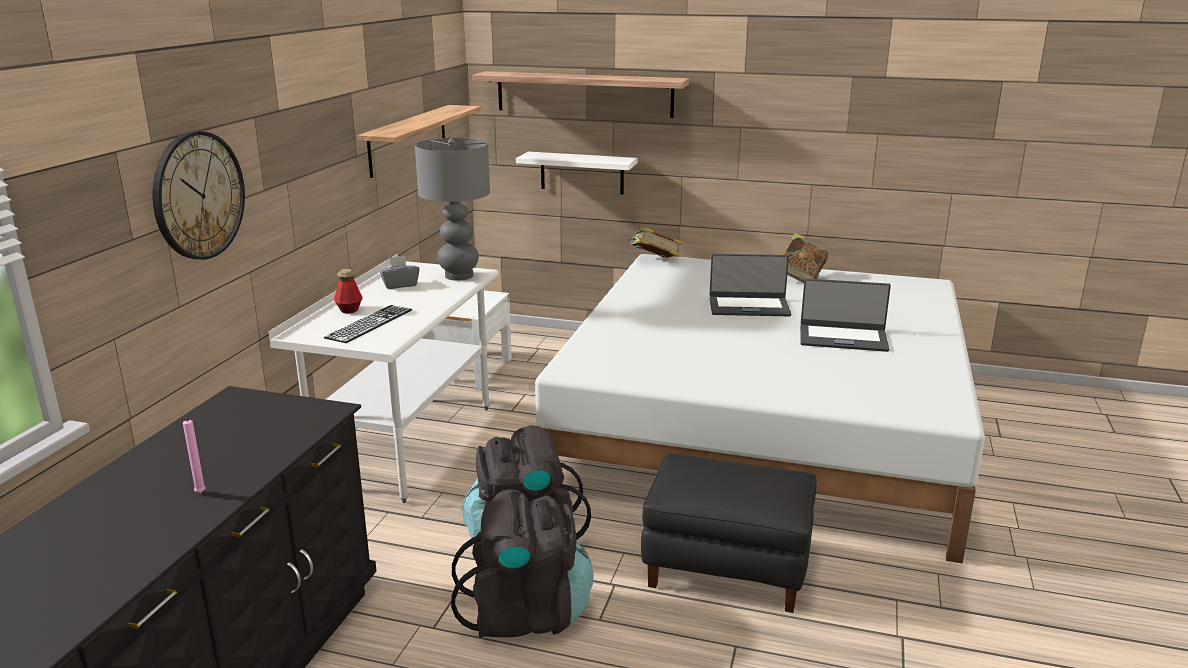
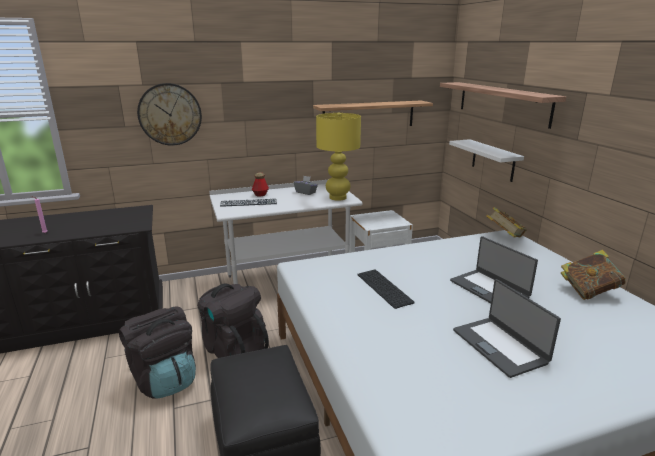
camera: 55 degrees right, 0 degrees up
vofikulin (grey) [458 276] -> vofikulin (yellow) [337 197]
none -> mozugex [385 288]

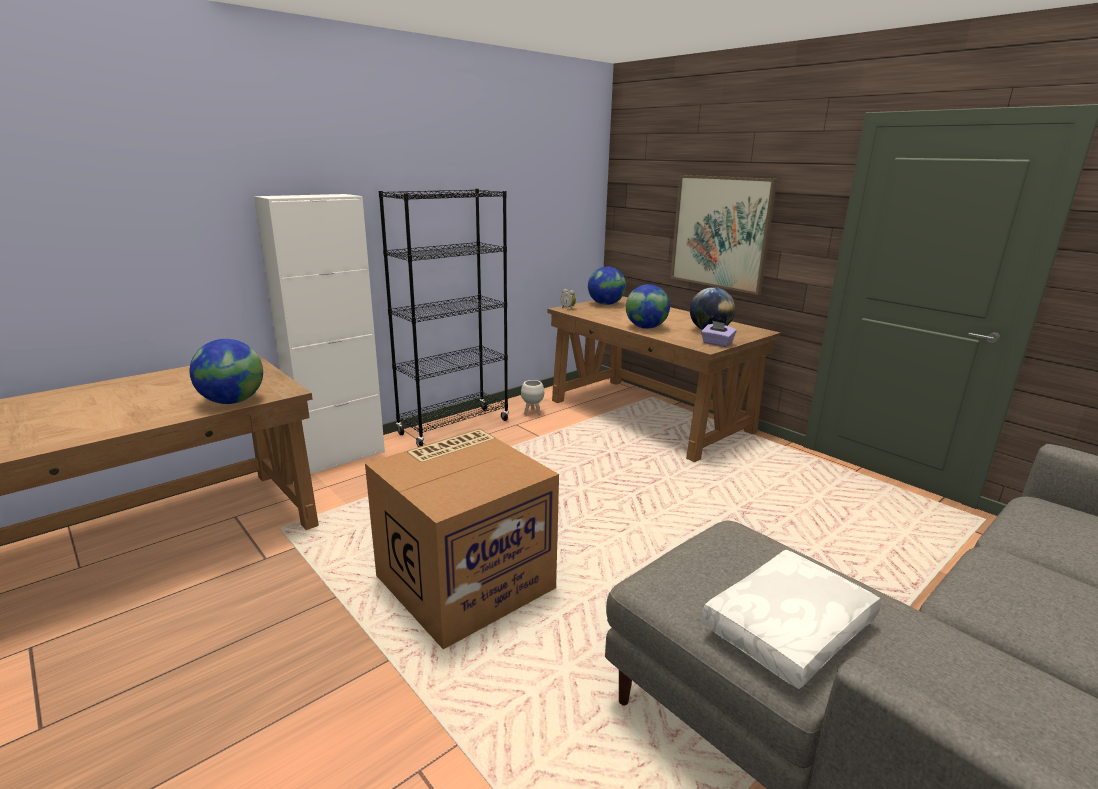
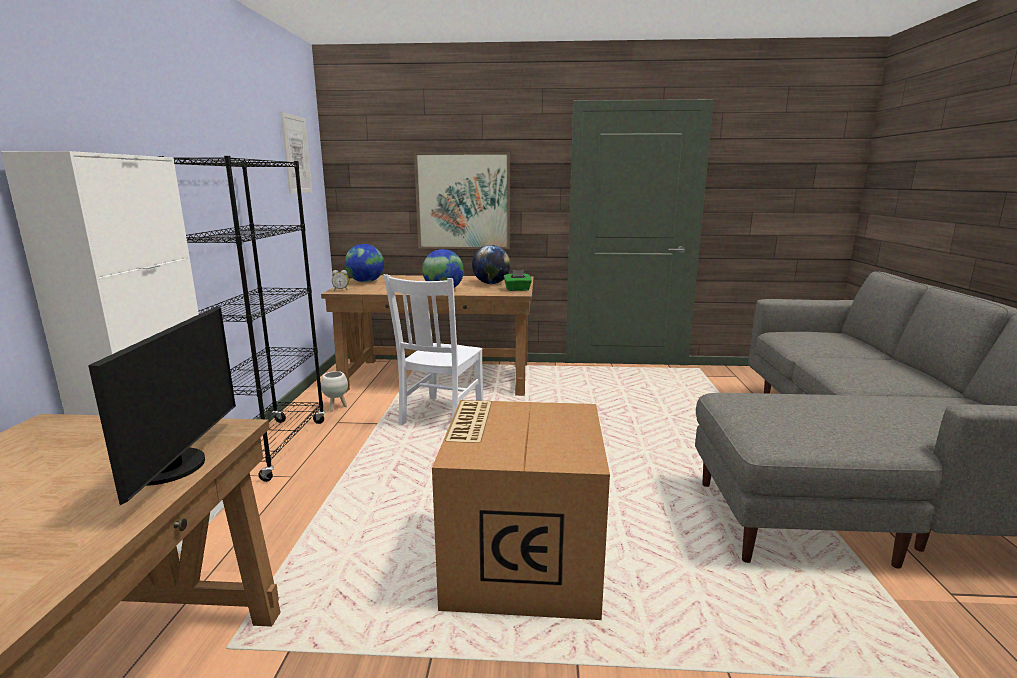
camera: 45 degrees left, 5 degrees down
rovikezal [232 401] -> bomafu [175 466]
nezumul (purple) [716 344] -> nezumul (green) [517 289]
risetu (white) [789 630] -> none
none -> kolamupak [296 154]
none -> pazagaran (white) [441 415]

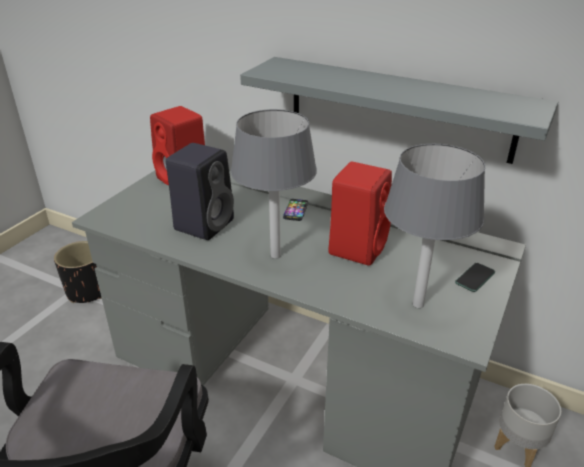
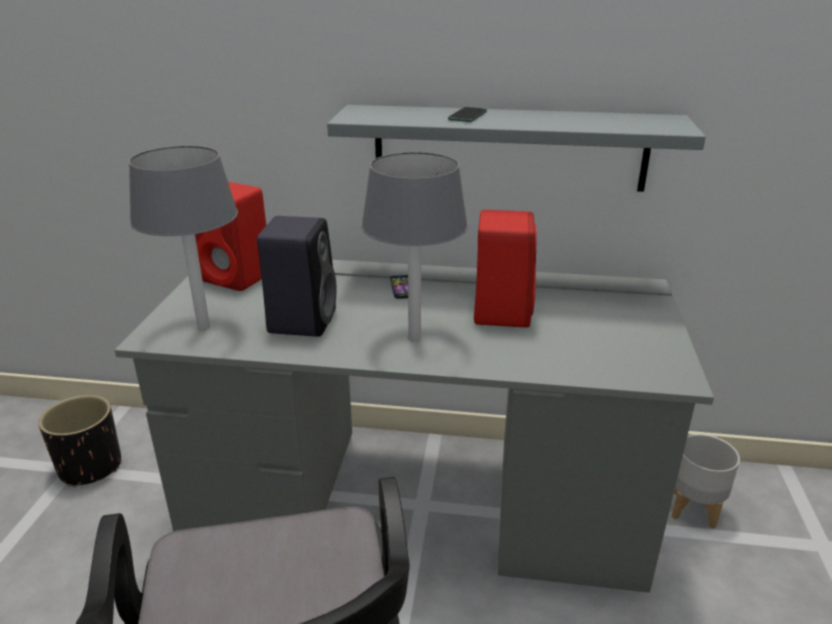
camera: 20 degrees left, 5 degrees down
vofikulin (grey) [417 304] -> vofikulin (grey) [203 327], move
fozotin [475 278] -> fozotin [467 116], move

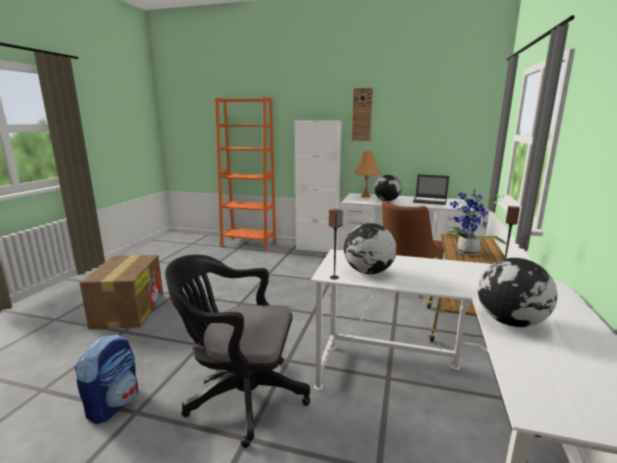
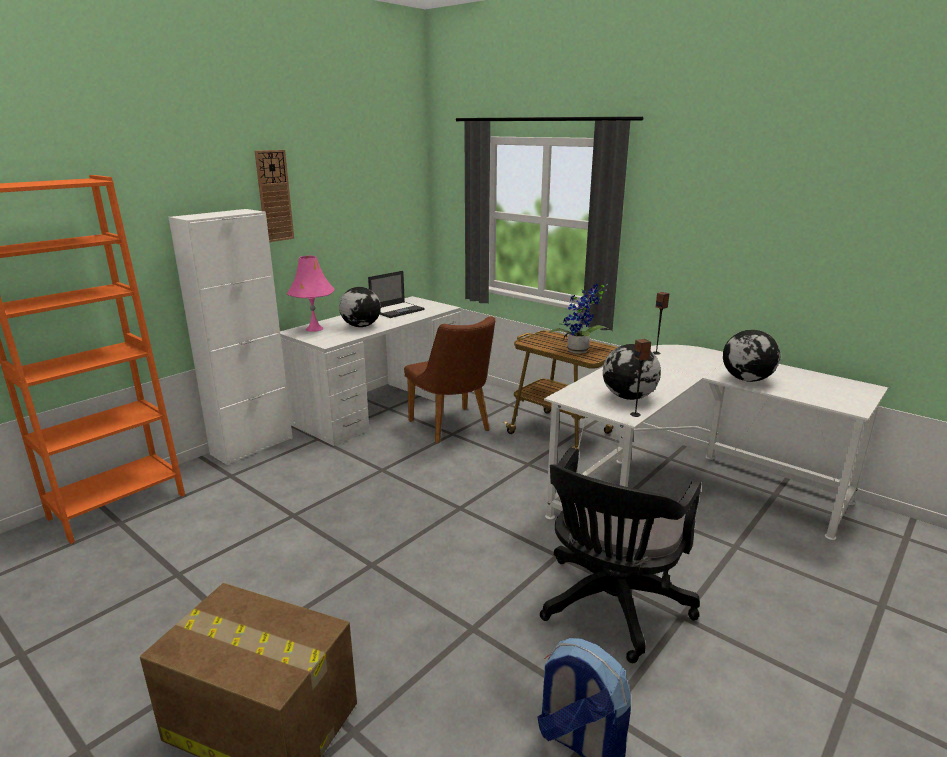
camera: 65 degrees left, 5 degrees up
vofikulin (orange) [365 196] -> vofikulin (pink) [314 329]

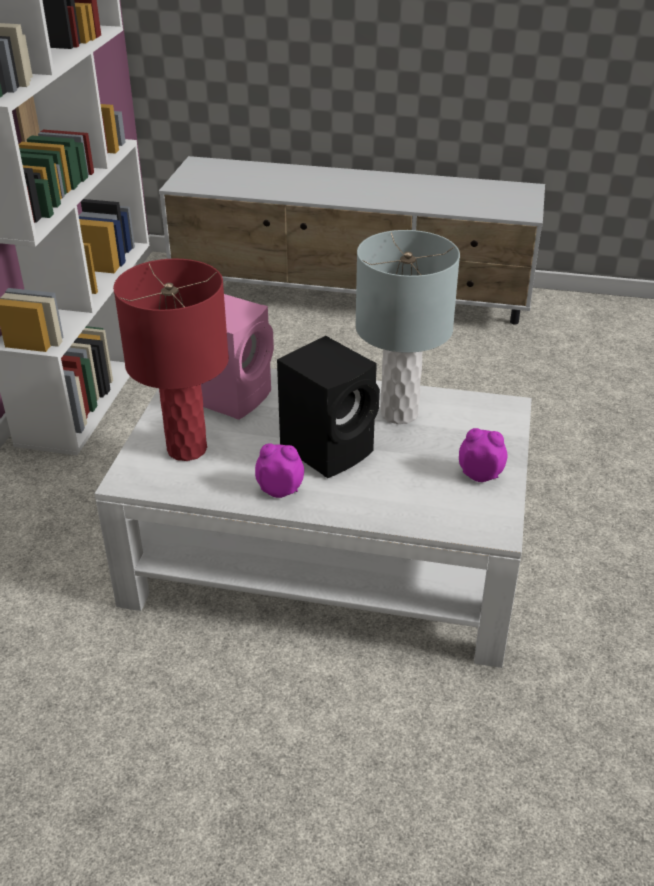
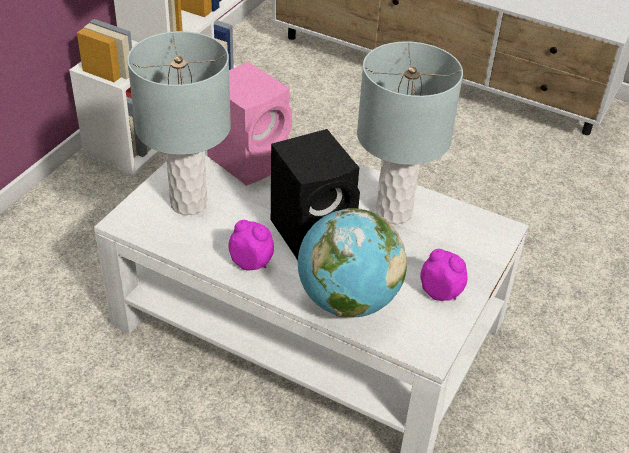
camera: 15 degrees right, 5 degrees up
vofikulin (red) [186 448] -> vofikulin (grey) [188 203]
none -> rovikezal [347 301]

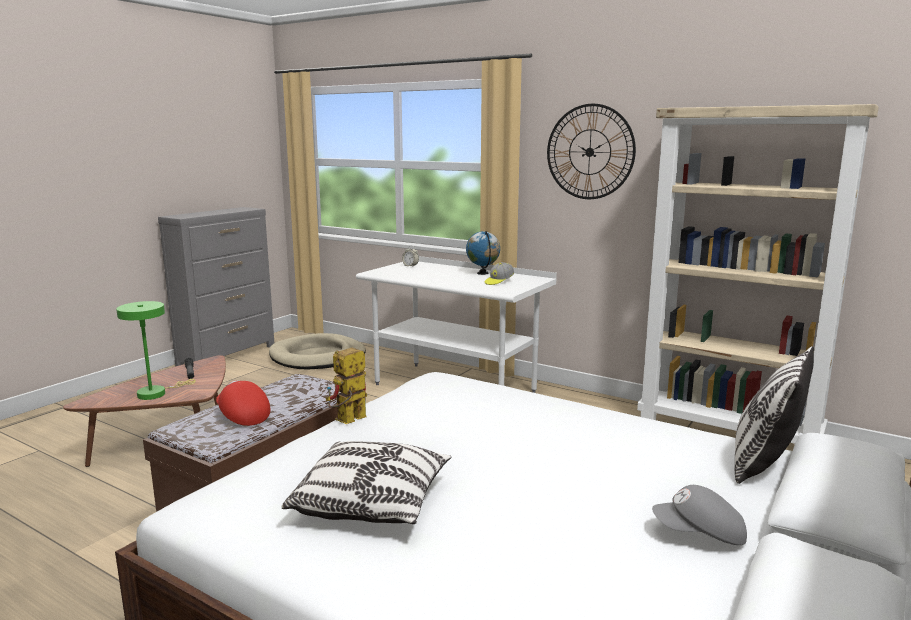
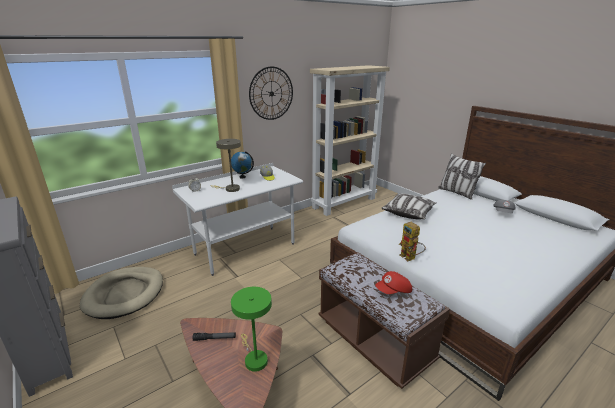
camera: 70 degrees left, 10 degrees up
risetu [372 503] -> risetu [408 212], move
none -> vofikulin (beige) [230 189]

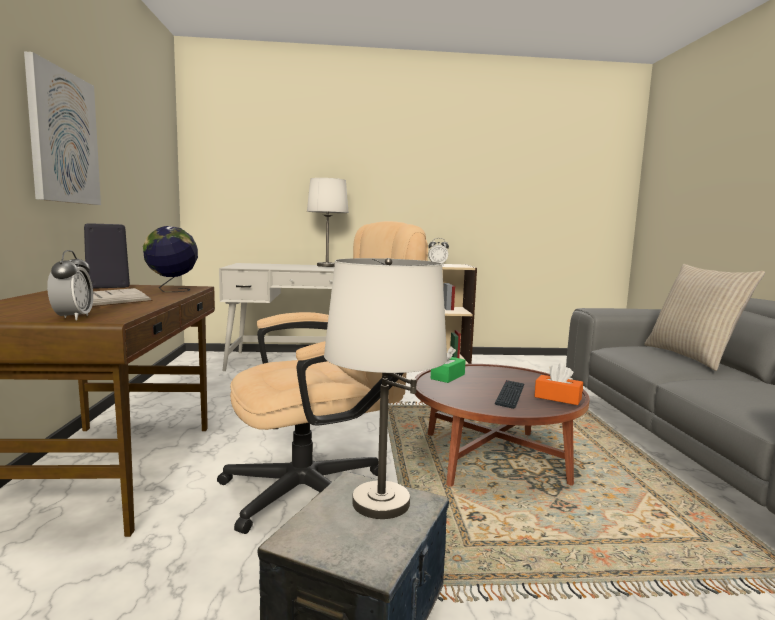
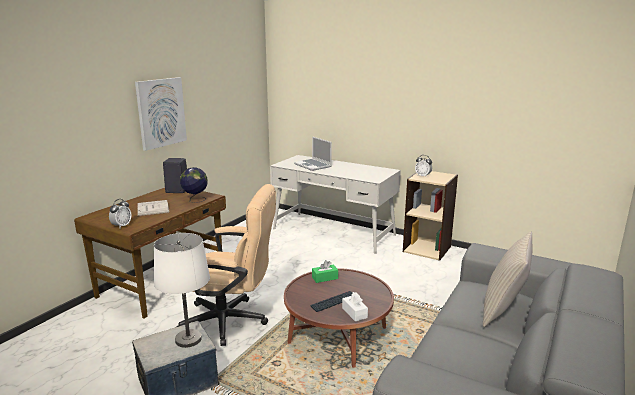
camera: 35 degrees right, 10 degrees up
vofikulin (white) [327 266] -> none
nezumul (orange) [557 398] -> nezumul (white) [354 313]
none -> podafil [313 165]

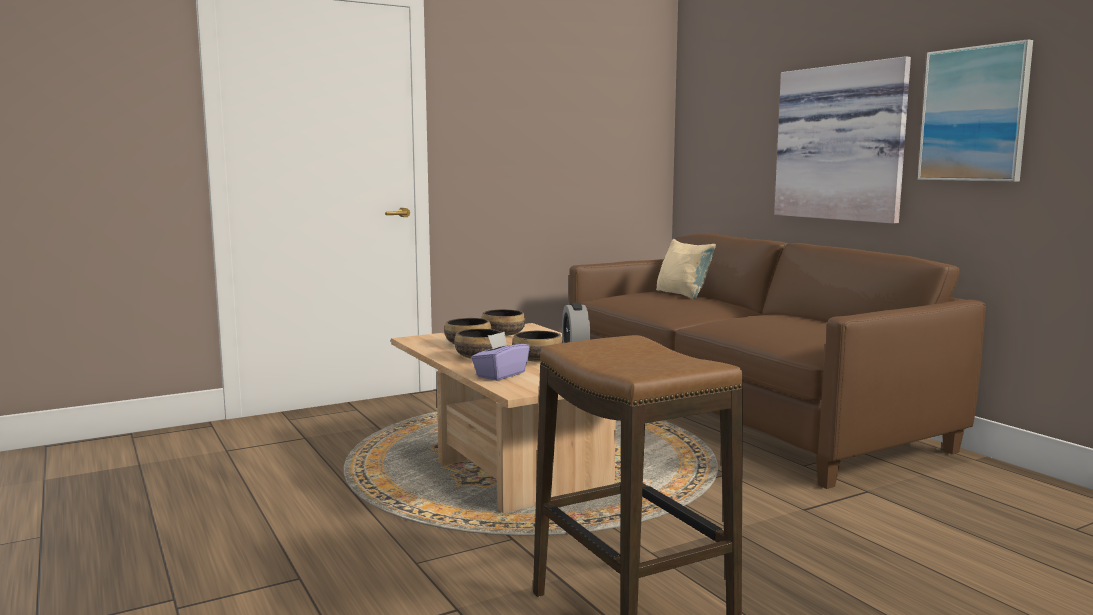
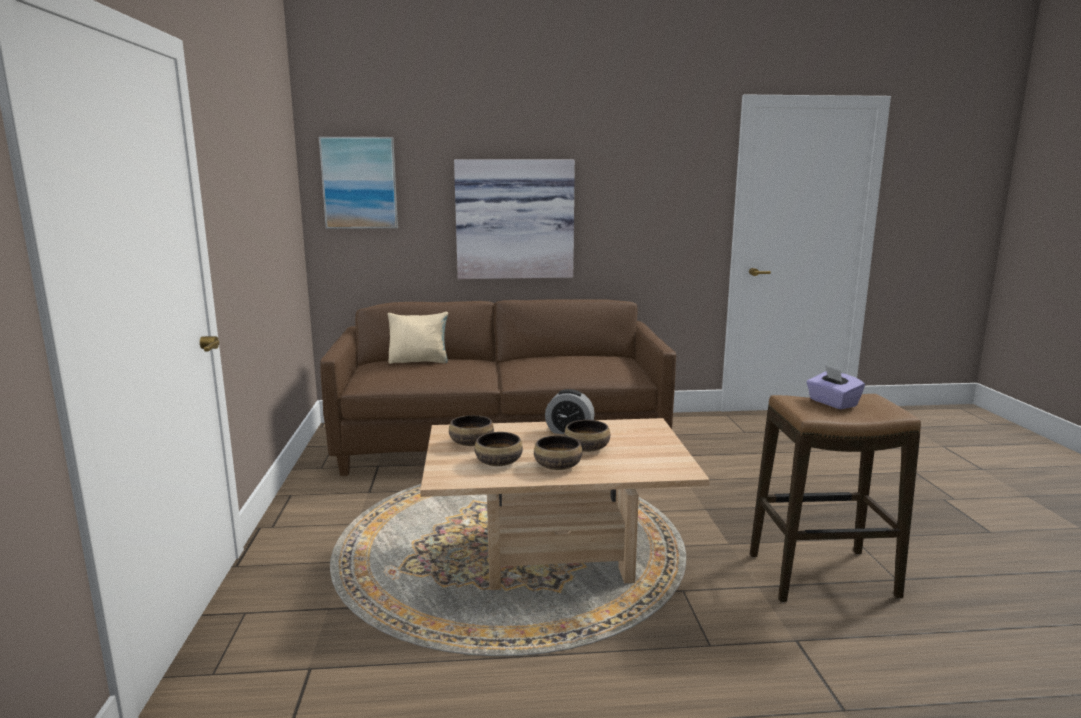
camera: 65 degrees left, 5 degrees up
nezumul (purple) [500 375] -> nezumul (purple) [832 403], move
kolamupak [974 114] -> kolamupak [359 183], move

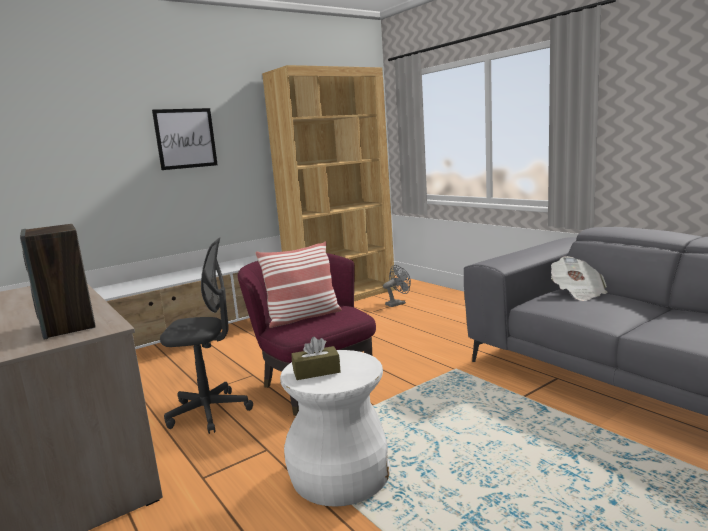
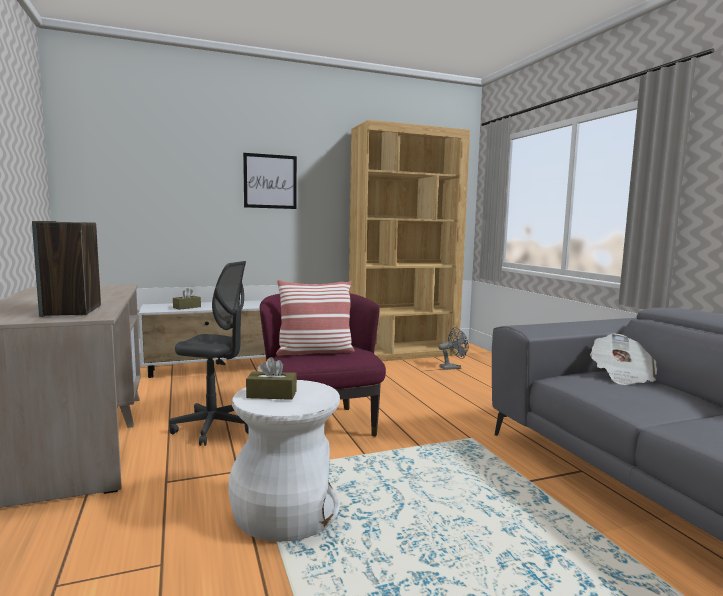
camera: 15 degrees right, 5 degrees down
none -> nezumul (brown) [187 307]

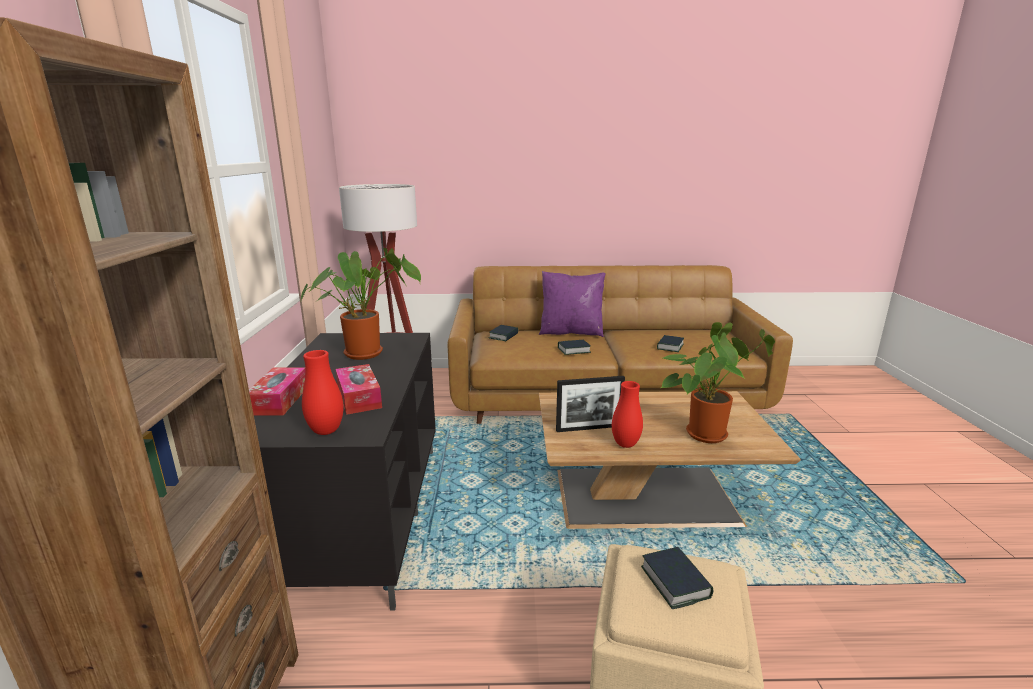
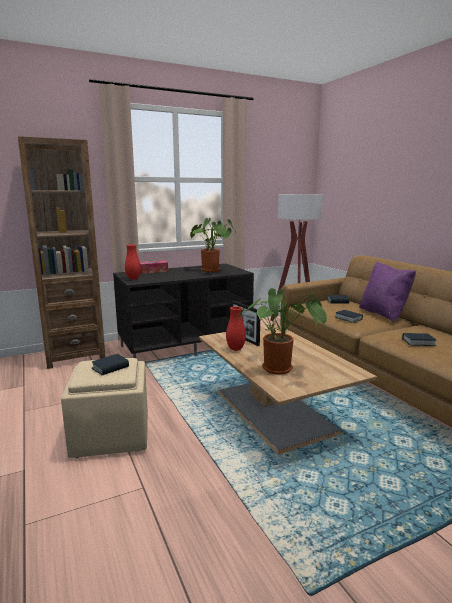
camera: 65 degrees right, 5 degrees down
nezumul [359 397] -> none

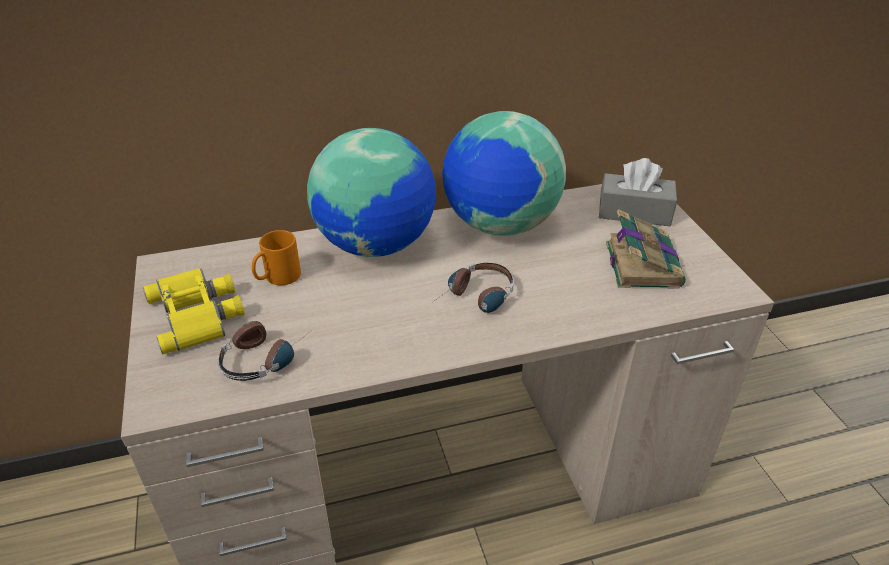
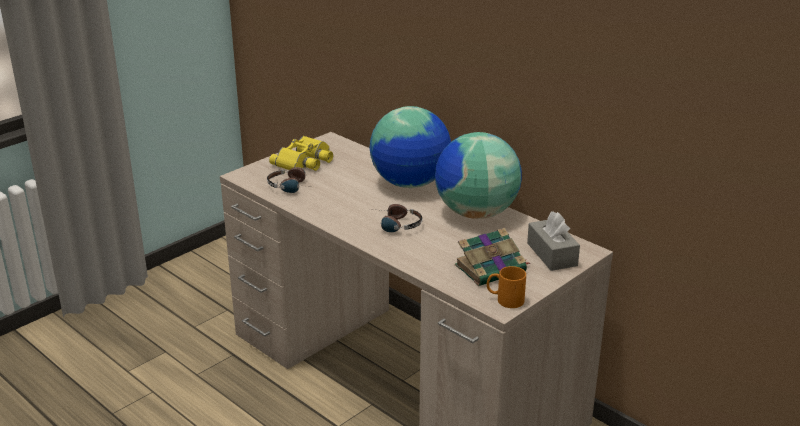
camera: 60 degrees right, 10 degrees down
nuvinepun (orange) [277 278] -> nuvinepun (orange) [505 300], move

